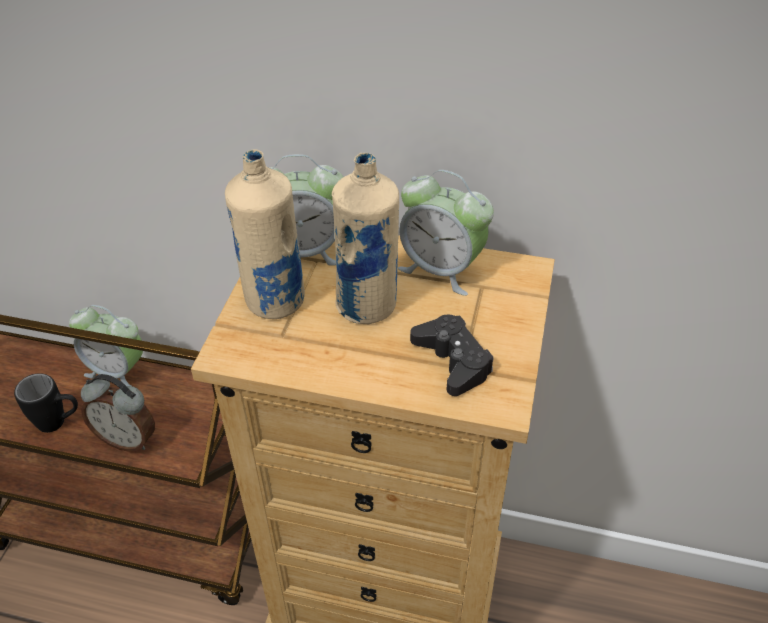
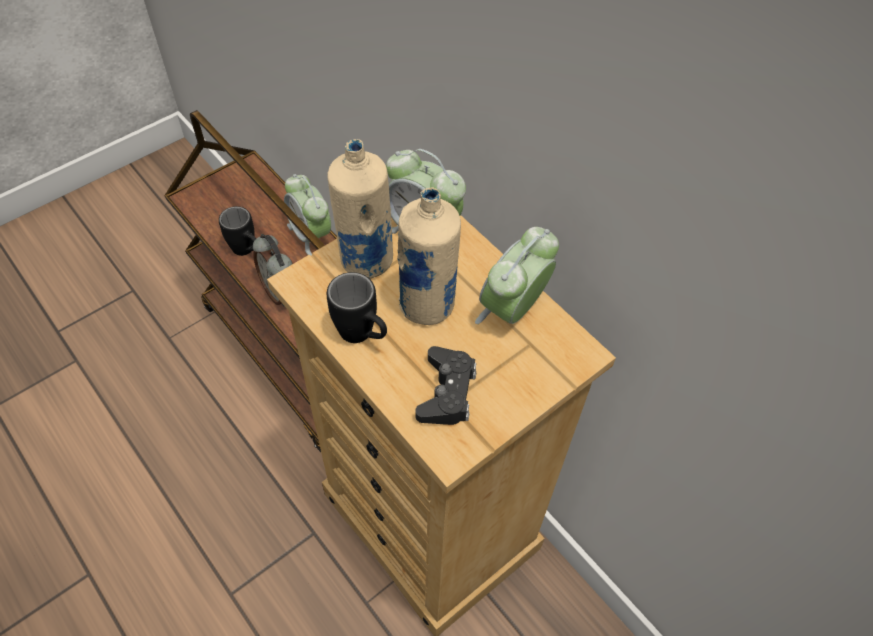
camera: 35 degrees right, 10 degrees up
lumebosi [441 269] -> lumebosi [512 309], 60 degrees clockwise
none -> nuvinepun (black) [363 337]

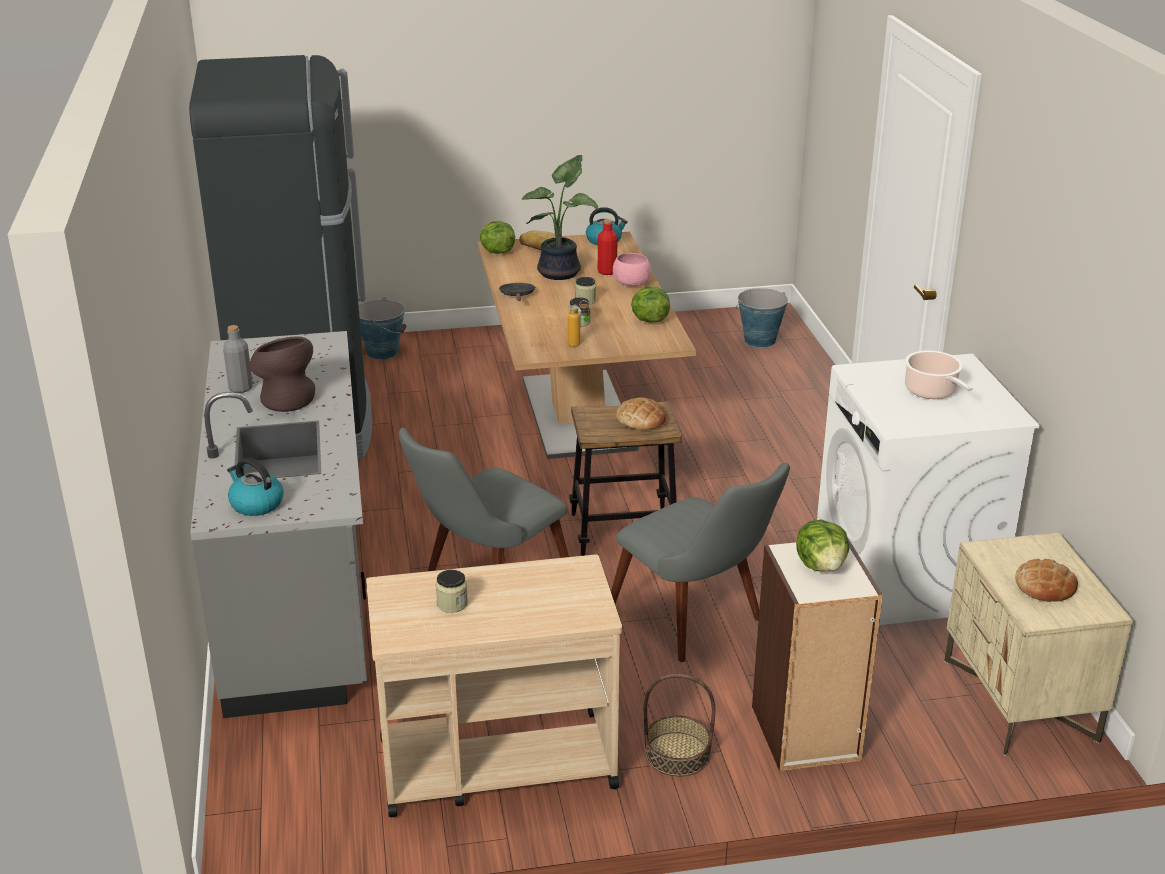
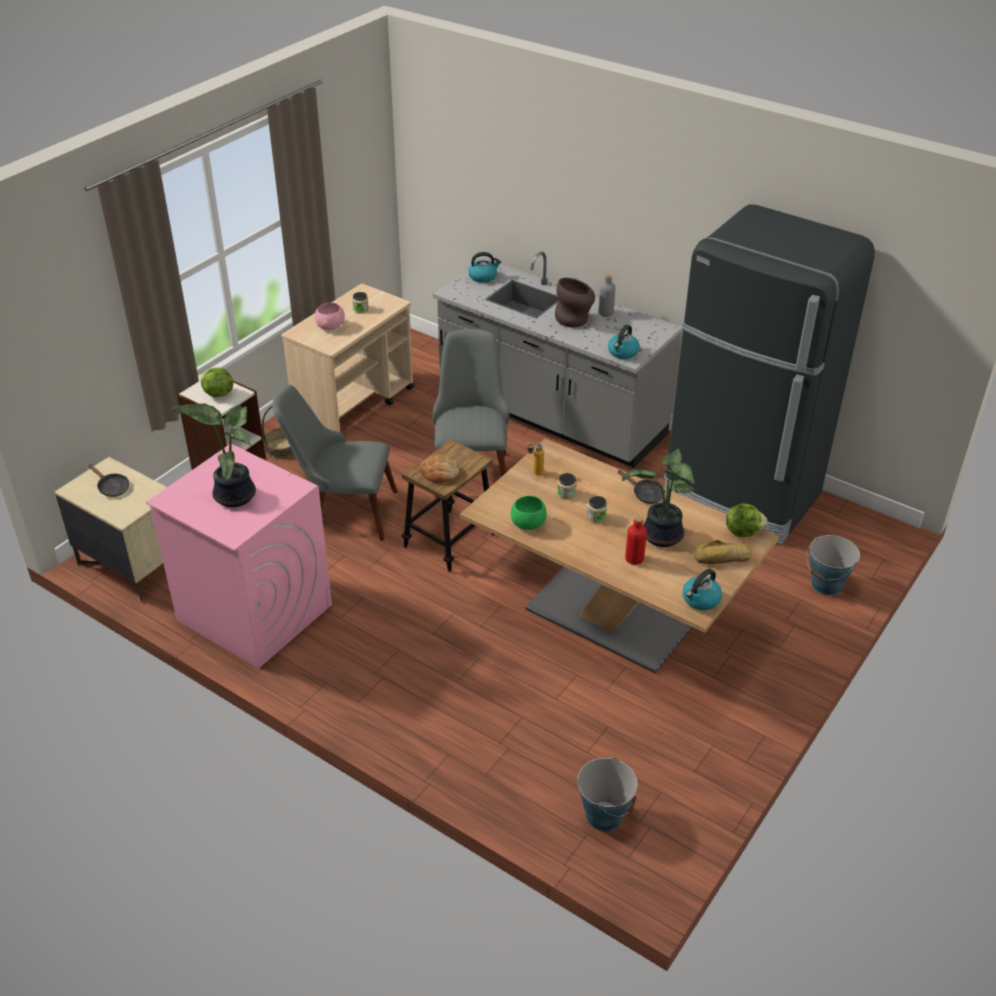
camera: 135 degrees right, 10 degrees up
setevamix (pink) [632 284] -> setevamix (pink) [330 326], move
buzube [649 320] -> setevamix (green) [528 523]
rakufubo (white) [905 575] -> rakufubo (pink) [253 612]
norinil [932 392] -> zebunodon [233 494]
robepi [1045 586] -> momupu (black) [112 487]
none -> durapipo [623 353]

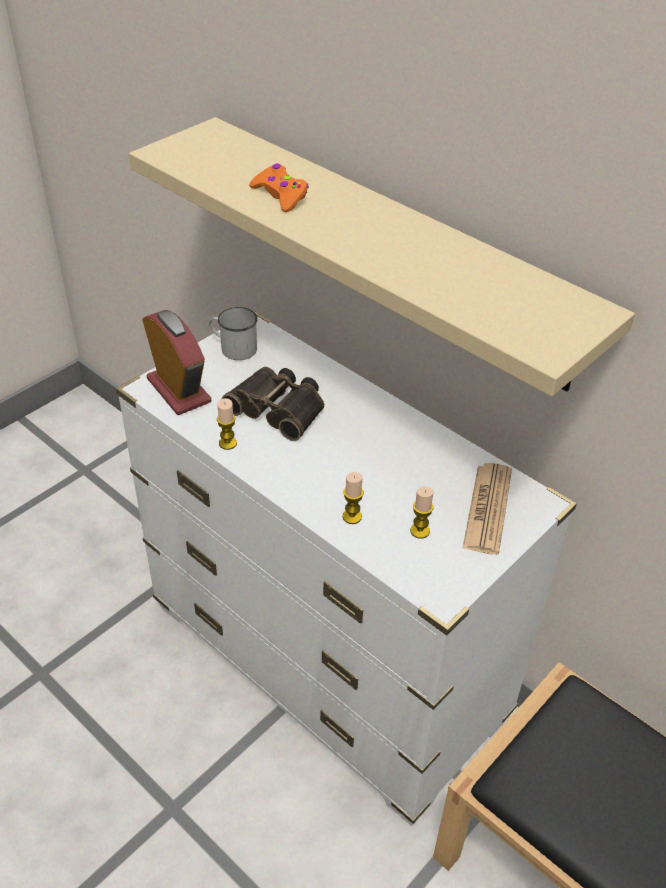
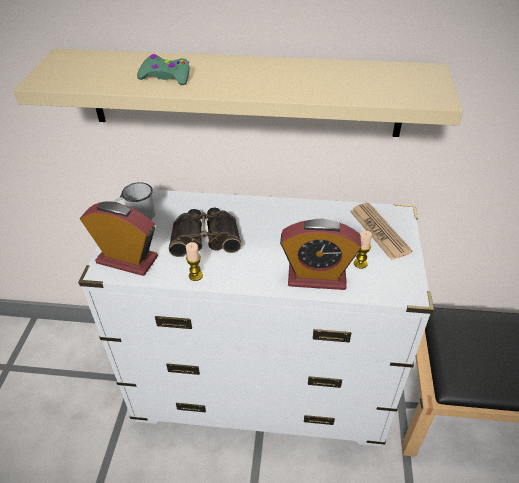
camera: 35 degrees left, 0 degrees up
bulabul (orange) [280 195] -> bulabul (green) [166 77]
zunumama [352 517] -> lumebosi [316 277]

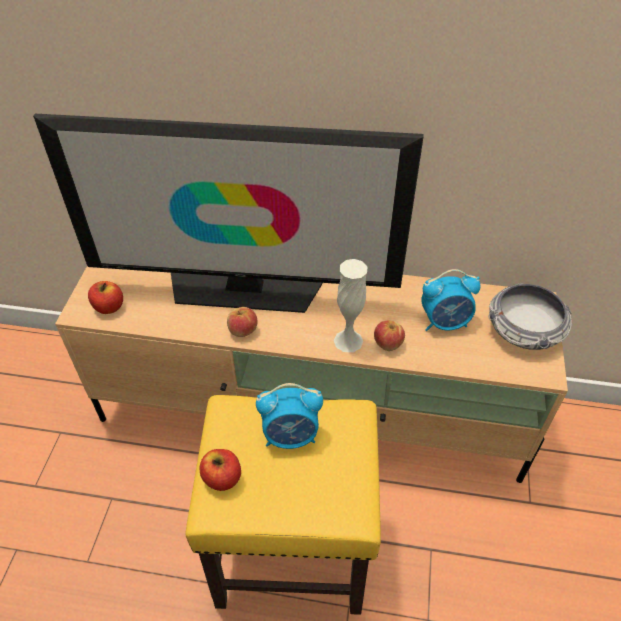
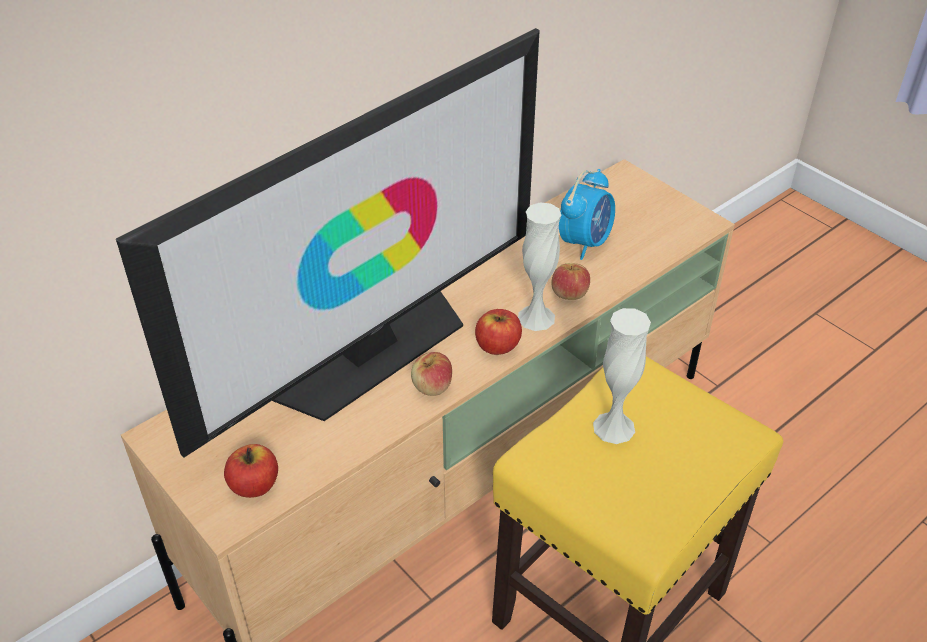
camera: 50 degrees left, 5 degrees down
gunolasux [222 478] -> gunolasux [497 345], move
lumebosi [291 436] -> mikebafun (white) [614 427]
setevamix [524 329] -> none

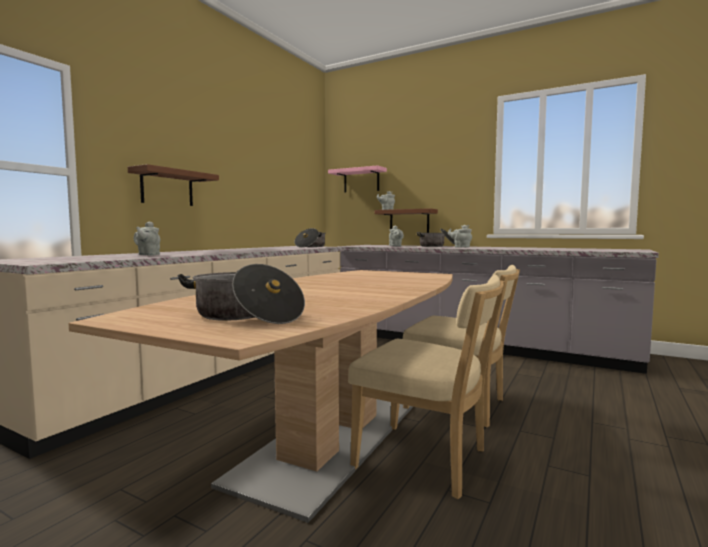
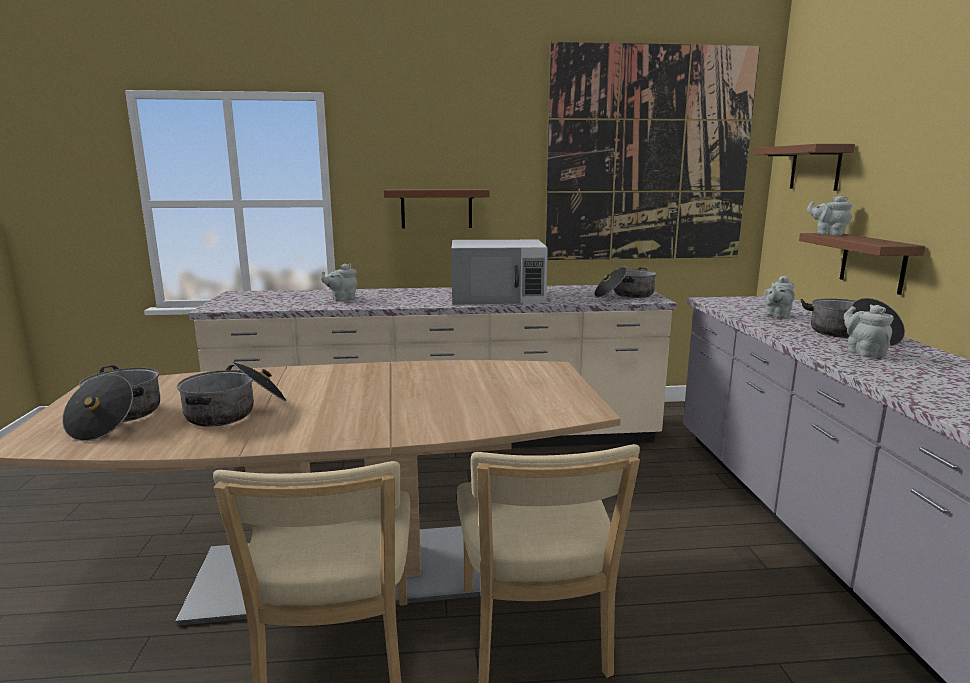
camera: 55 degrees right, 10 degrees up
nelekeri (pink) [361 180] -> nelekeri (brown) [815 168]
none -> norinil [235 411]
none -> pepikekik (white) [498 296]
none -> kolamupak [648 156]

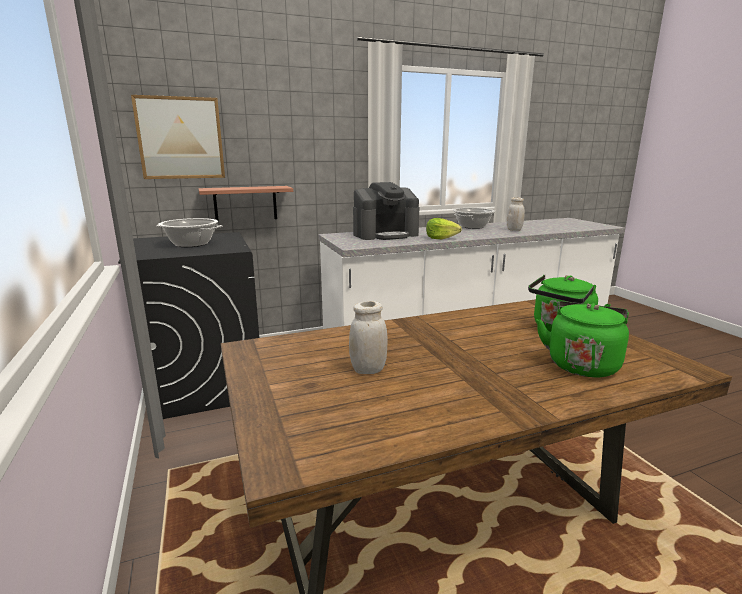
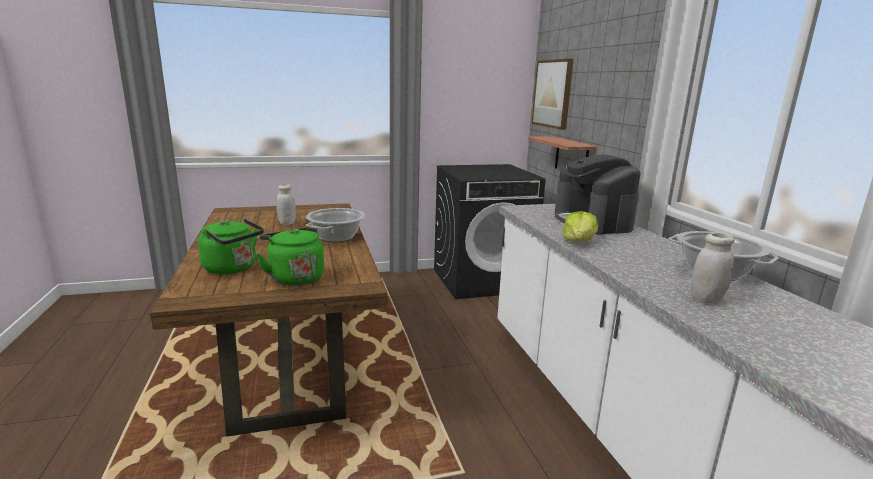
camera: 95 degrees right, 0 degrees up
norinil [192 244] -> norinil [336 237], move

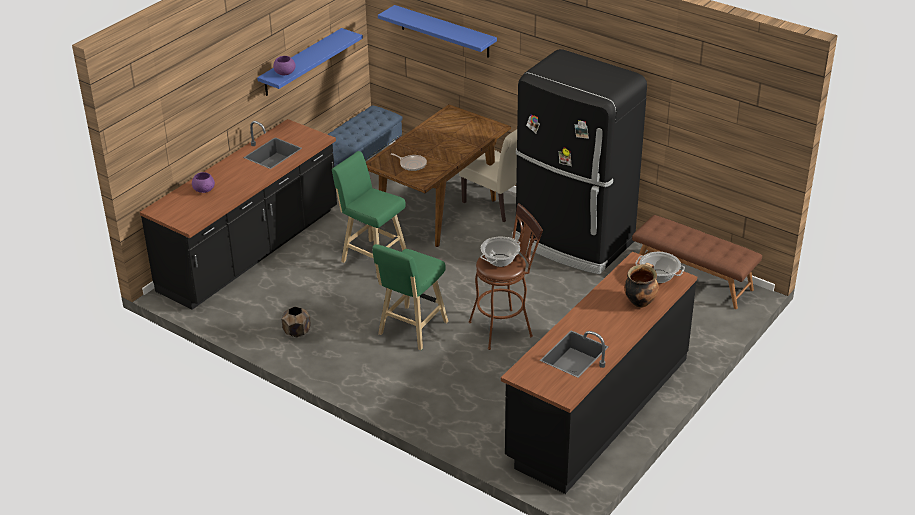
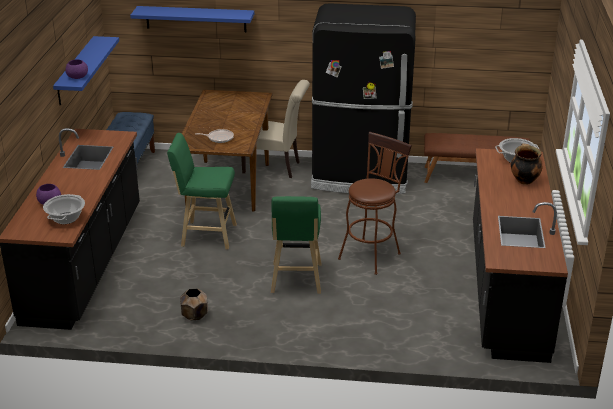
camera: 30 degrees left, 5 degrees down
norinil [500 260] -> norinil [66 218], move

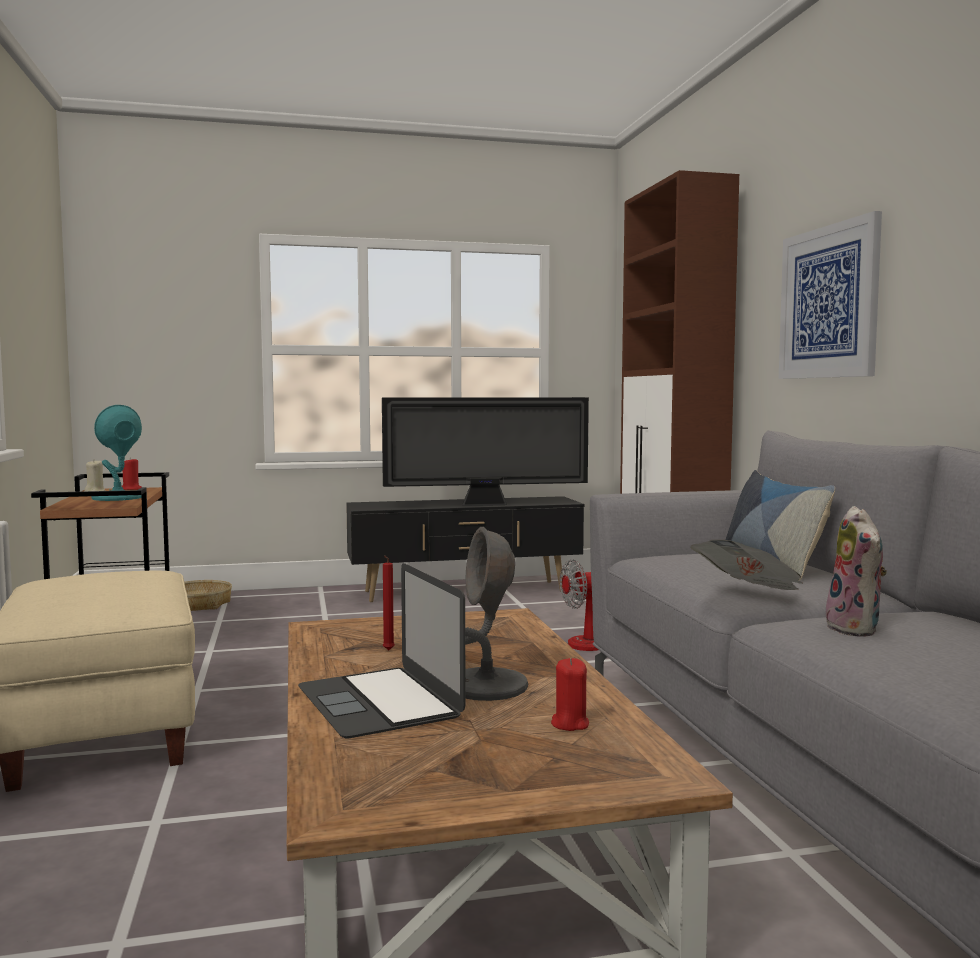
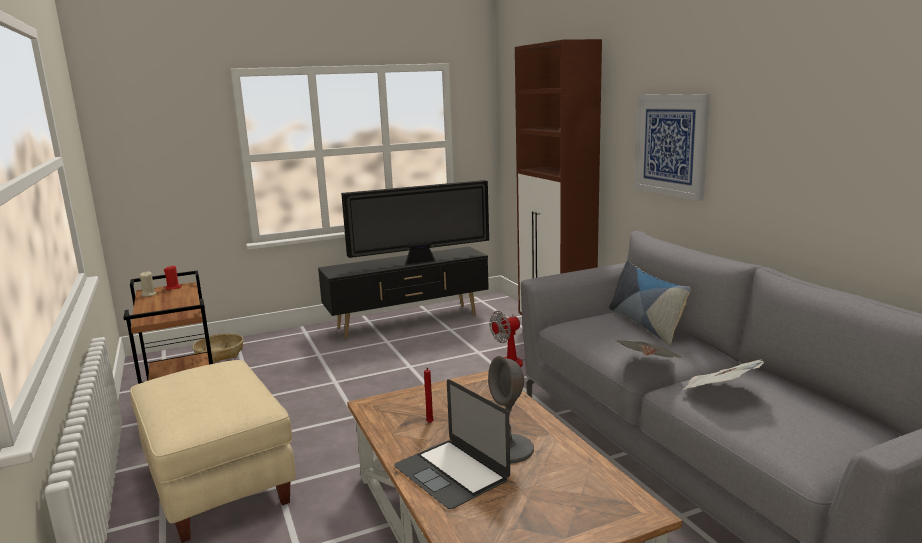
camera: 10 degrees left, 10 degrees up
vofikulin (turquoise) [117 498] -> none
zunumama (red) [569 724] -> none
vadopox [857 629] -> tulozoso [719 393]

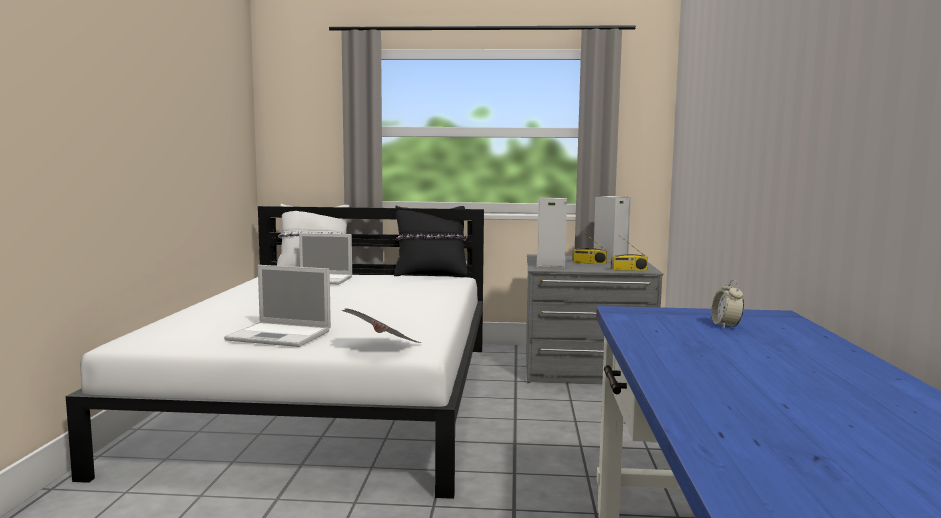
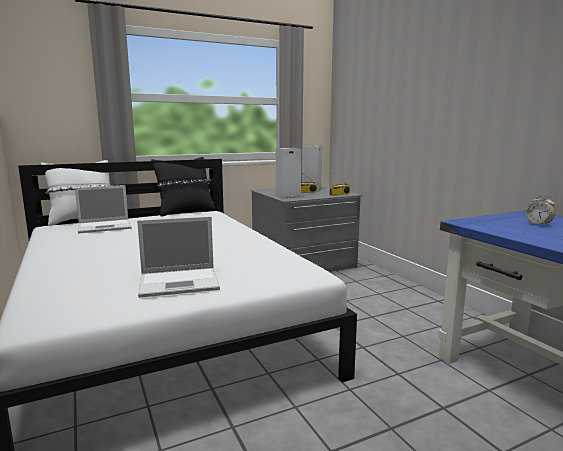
camera: 30 degrees left, 5 degrees up
tulozoso [383 347] -> none

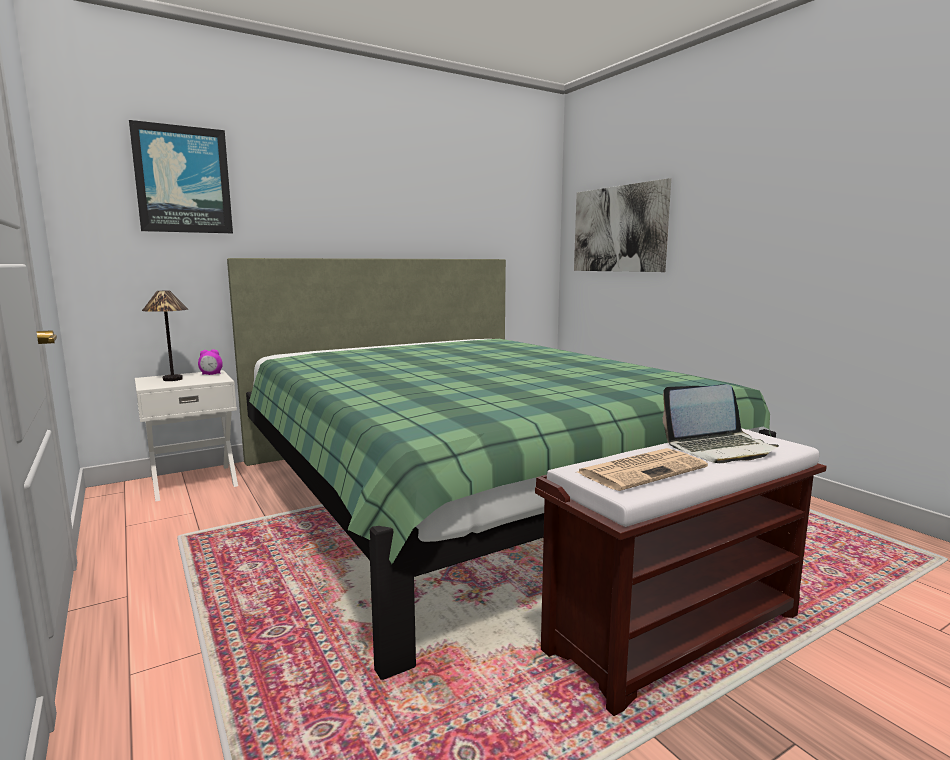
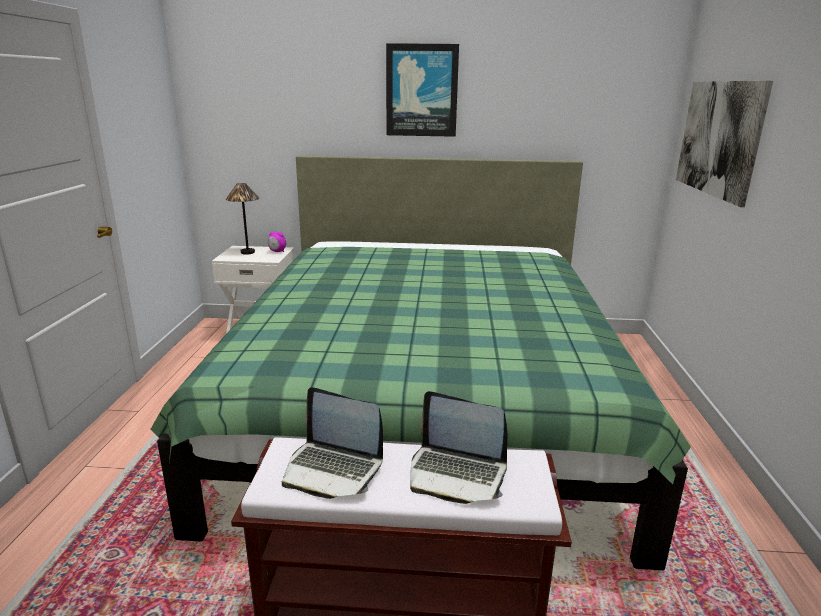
camera: 35 degrees right, 10 degrees up
kolamupak [183 180] -> kolamupak [421 91], move
tulozoso [642 470] -> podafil [333 469]

